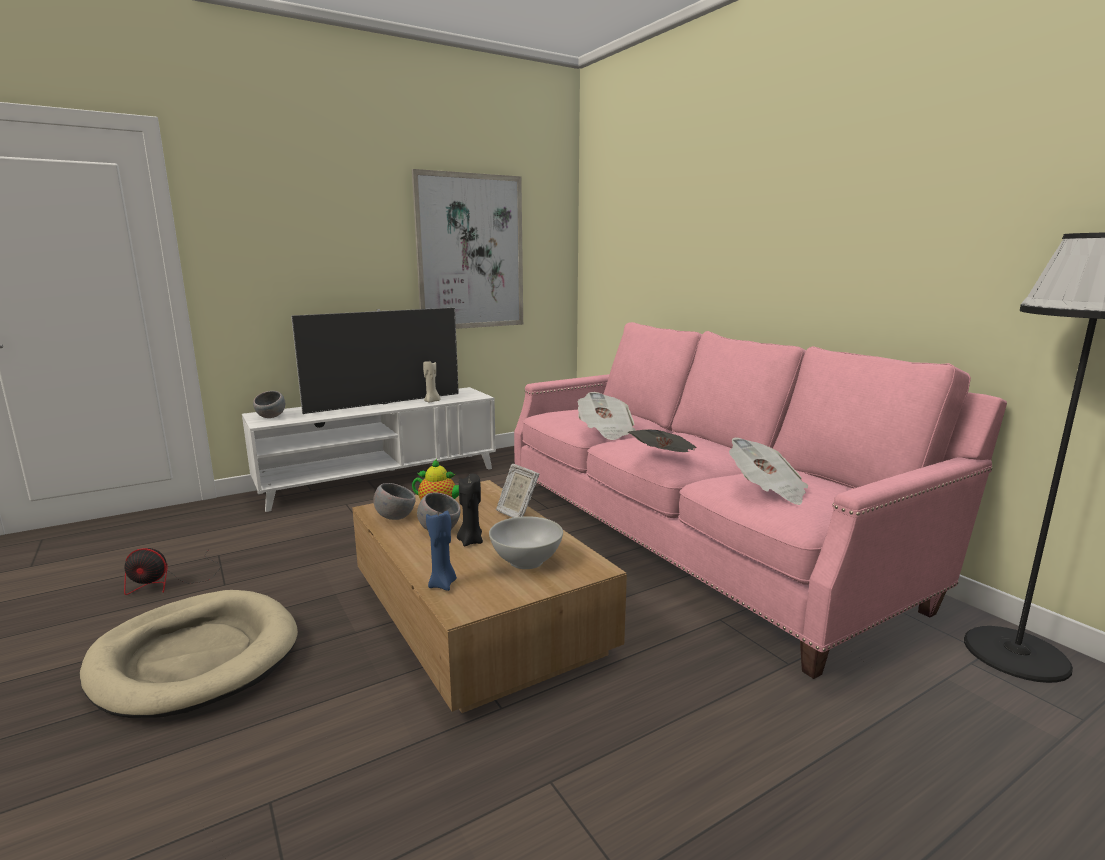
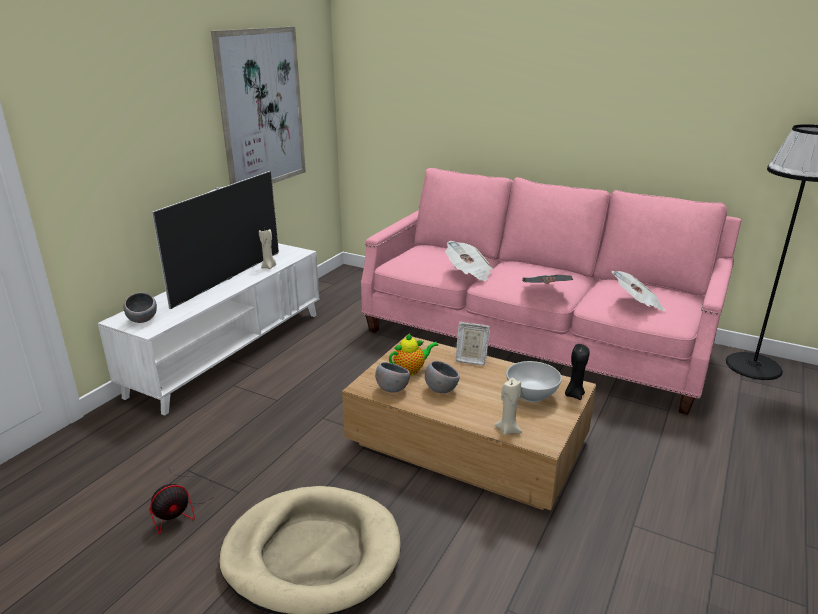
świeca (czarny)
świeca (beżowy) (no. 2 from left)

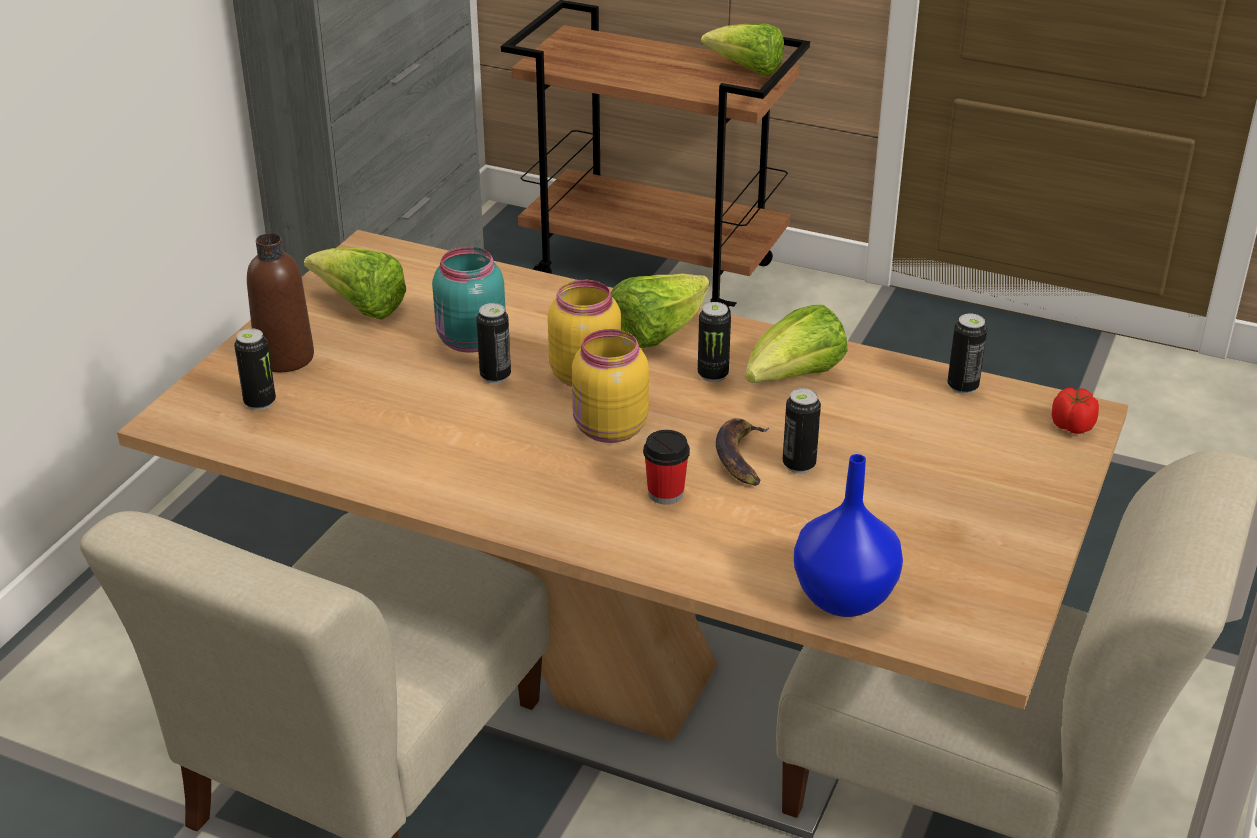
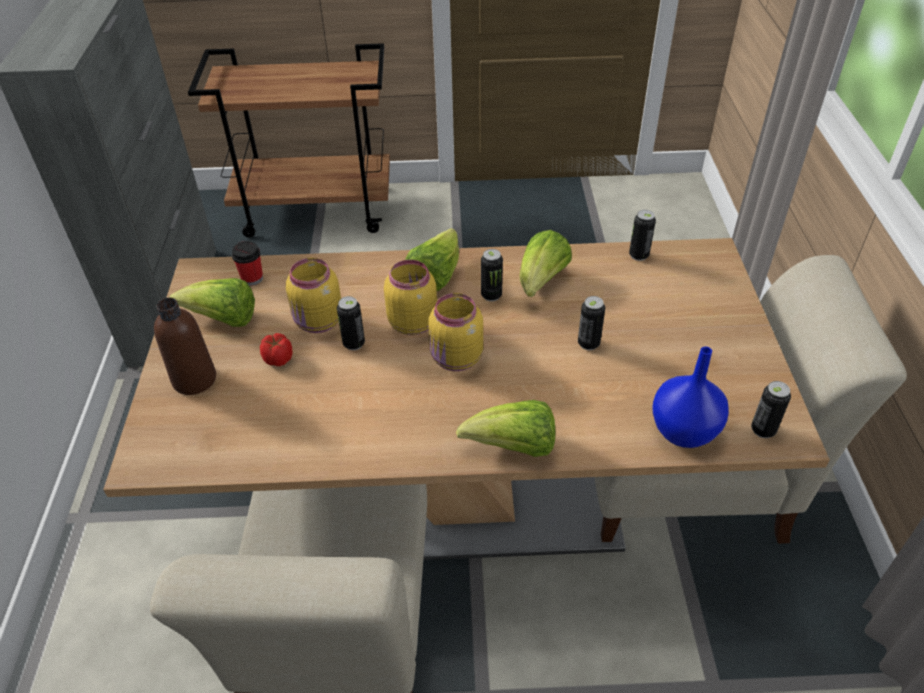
sałata (no. 3 from left)
słoik (żółty) (no. 1 from left)
puszka (no. 5 from left)
pomidor
banan
filiżanka

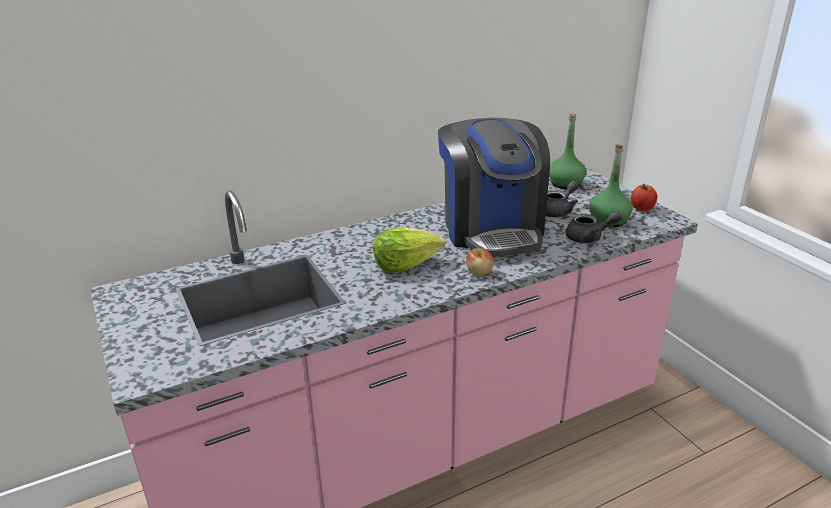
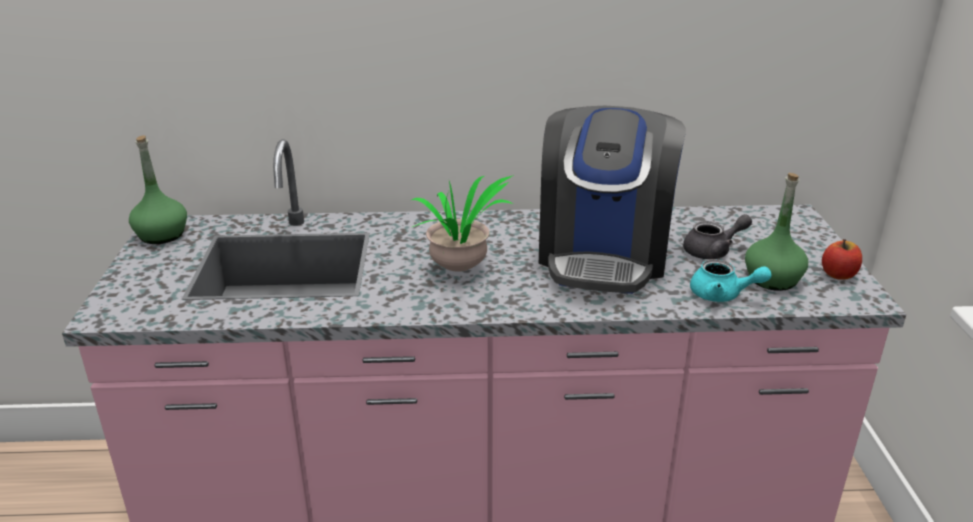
butelka (zielony) (no. 1 from left)
imbryk (turkusowy)
roślina doniczkowa
jabłko (no. 1 from left in the first image)

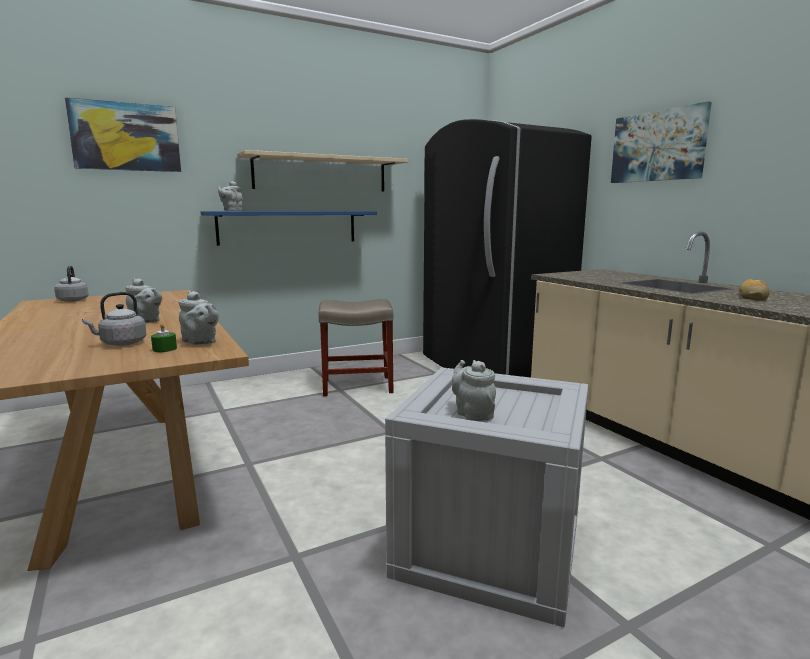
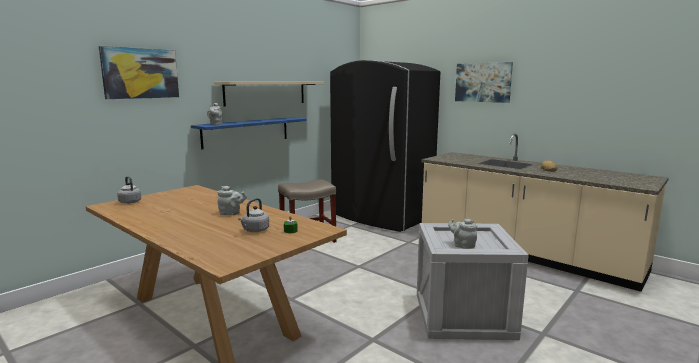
imbryk (szary) (no. 2 from left in the first image)

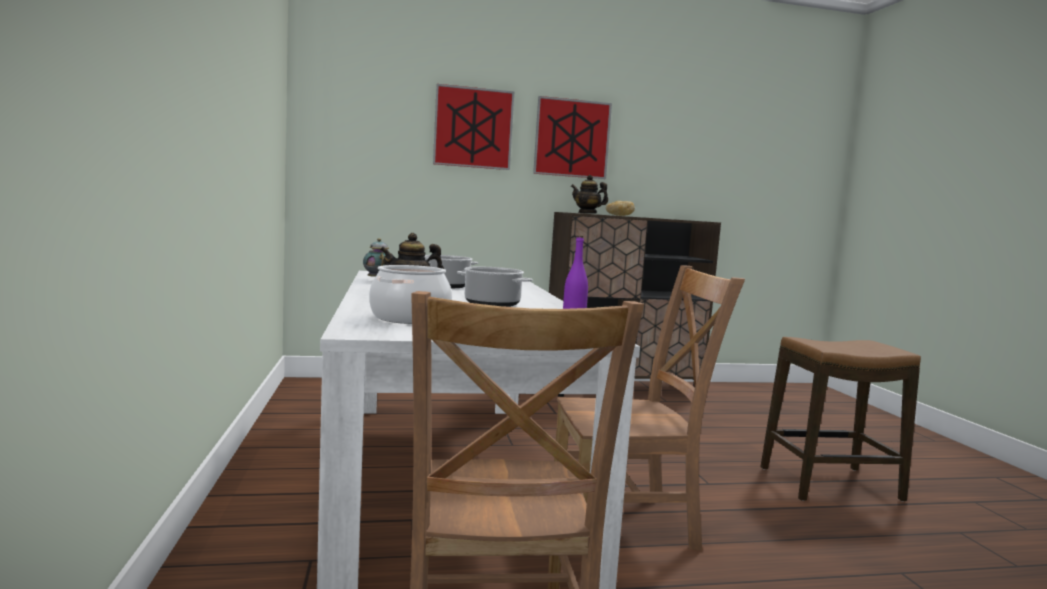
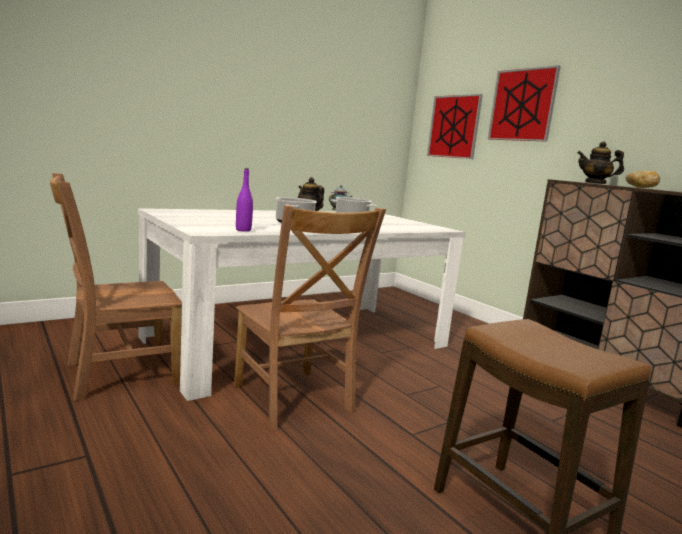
obraz (no. 1 from left)
imbryk (no. 3 from left)
garnek (no. 1 from left in the first image)

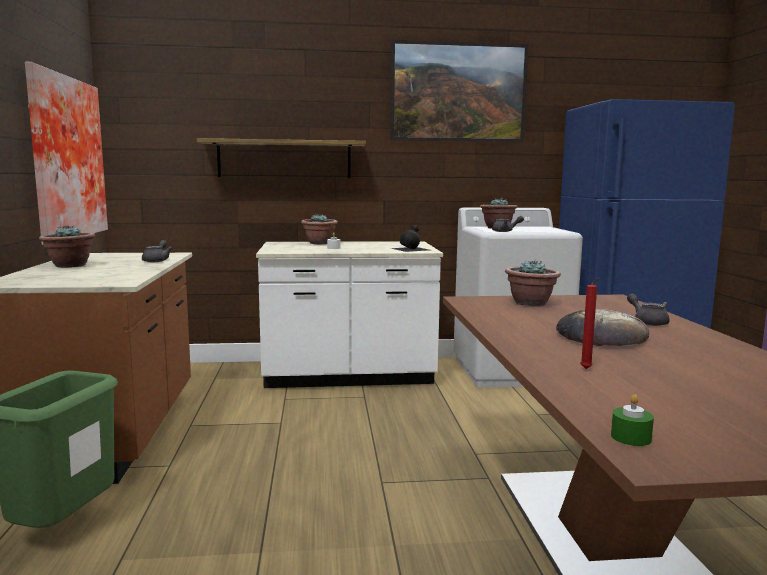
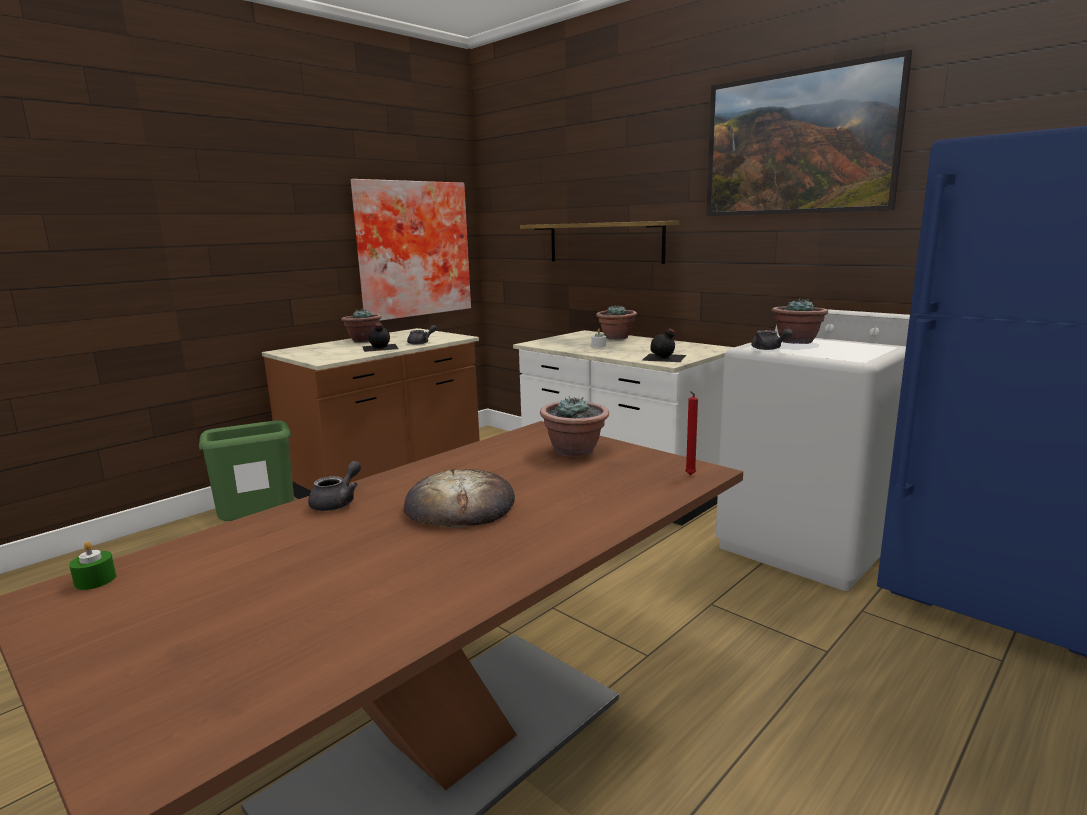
świeca (czerwony)
imbryk (szary) (no. 1 from left)
butelka (czarny) (no. 1 from left)

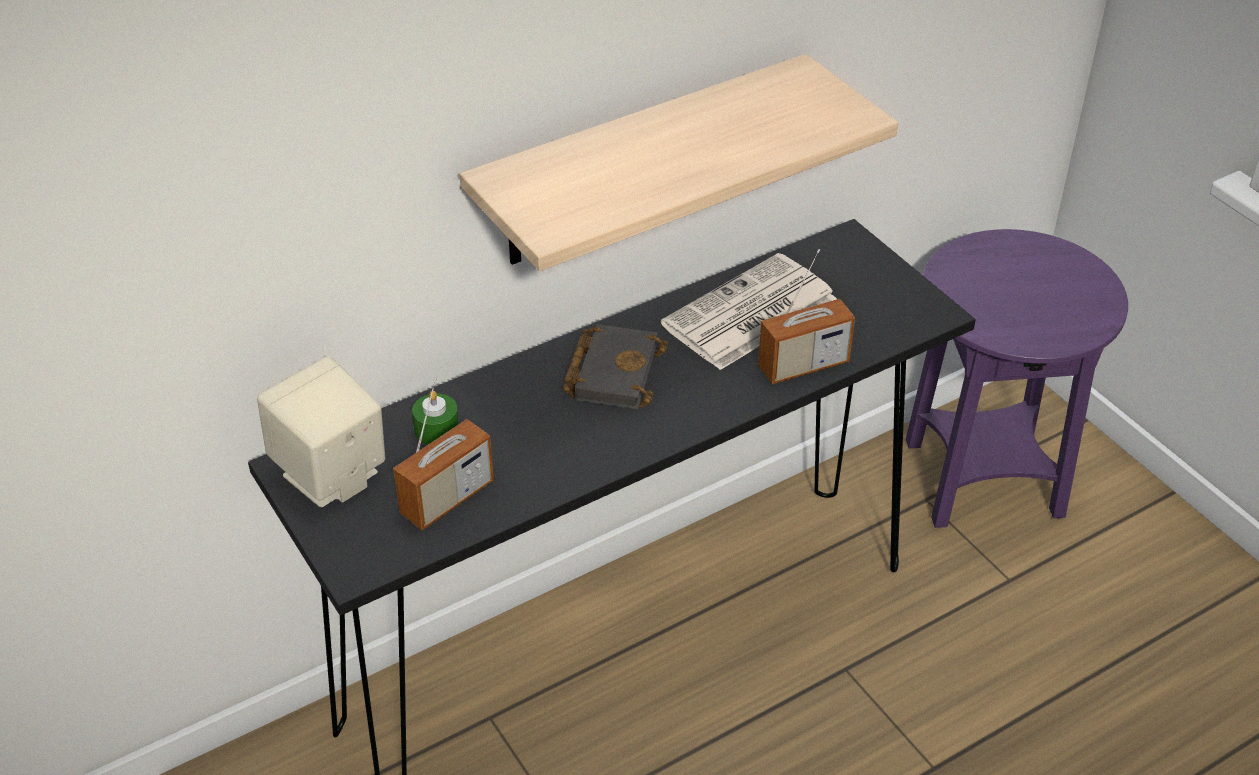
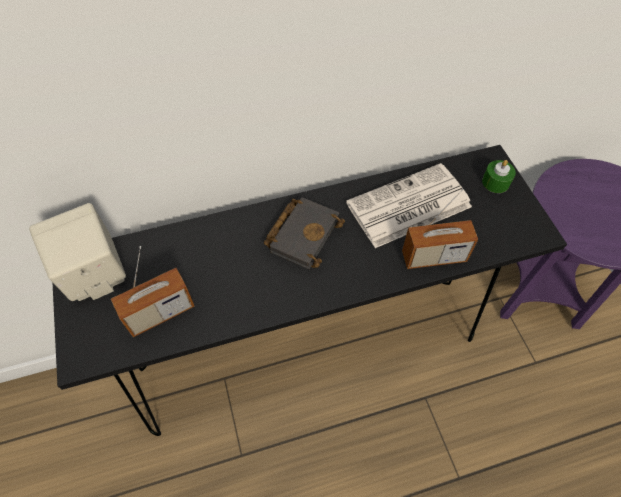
półka
świeca (zielony)

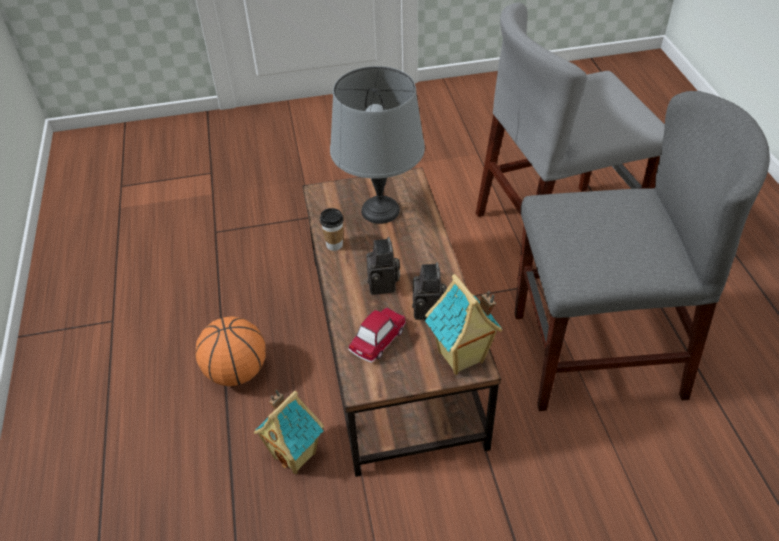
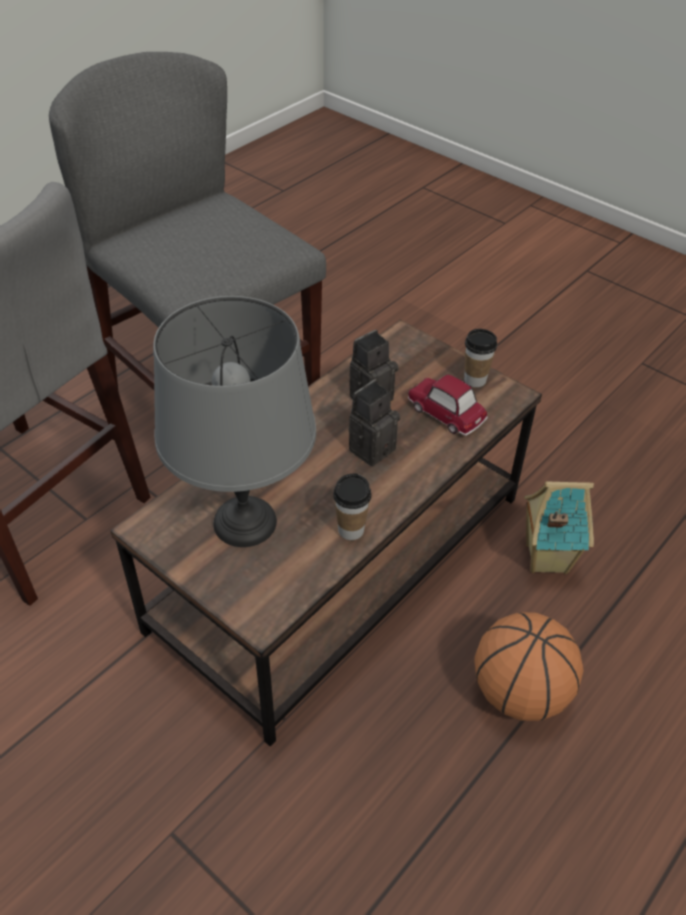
domek (no. 2 from left in the first image)
samochodzik
filiżanka (no. 2 from left)

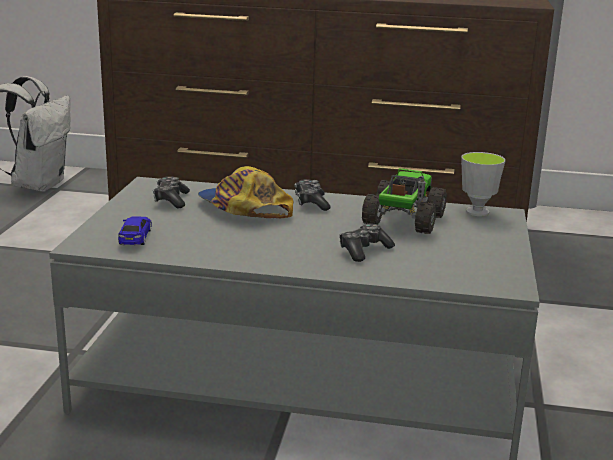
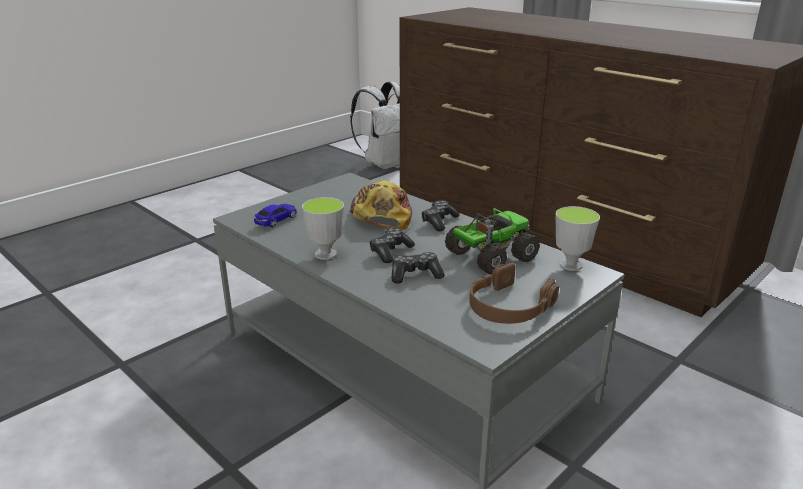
pad do gier (no. 1 from left)
filiżanka (no. 1 from left)
słuchawki (brązowy)

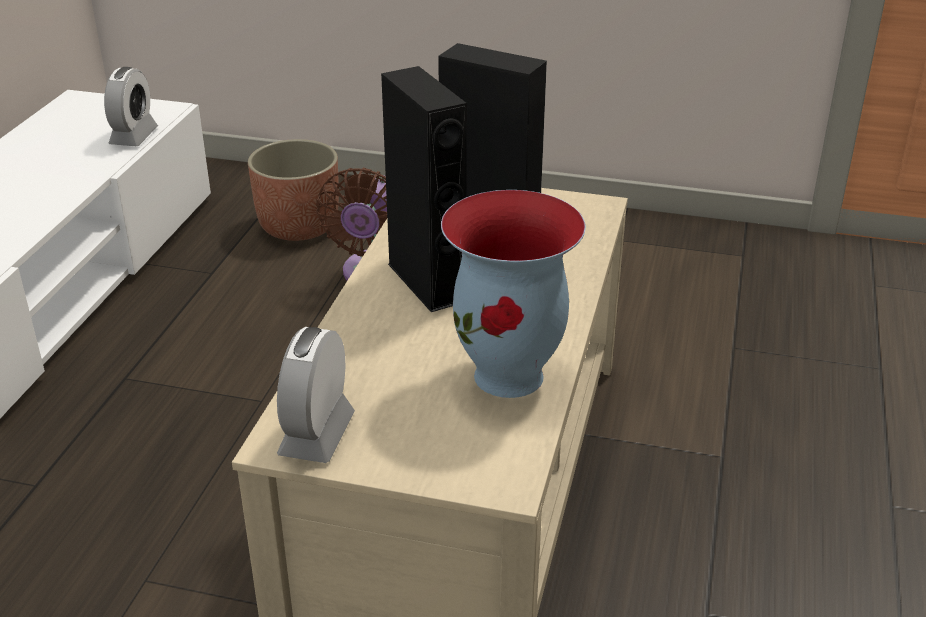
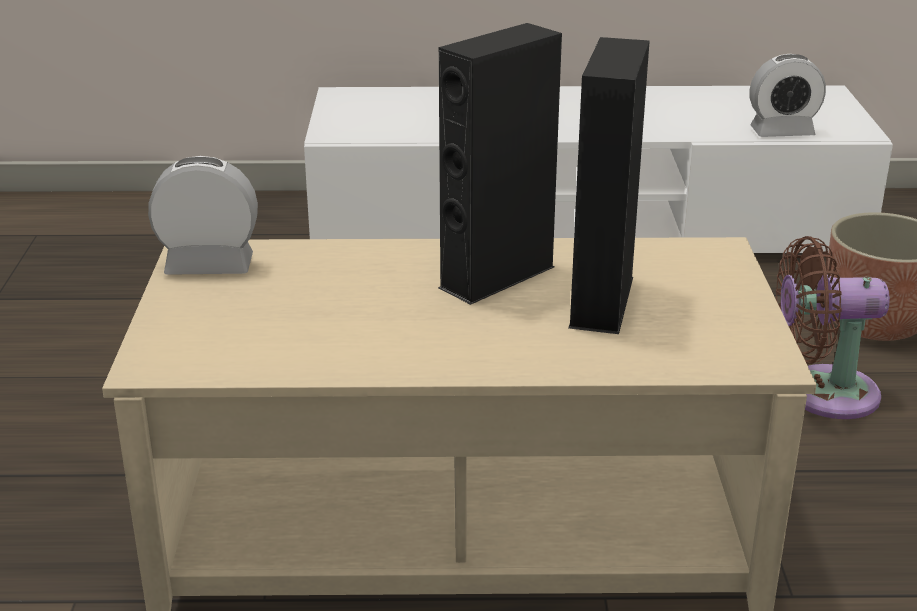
wazon

